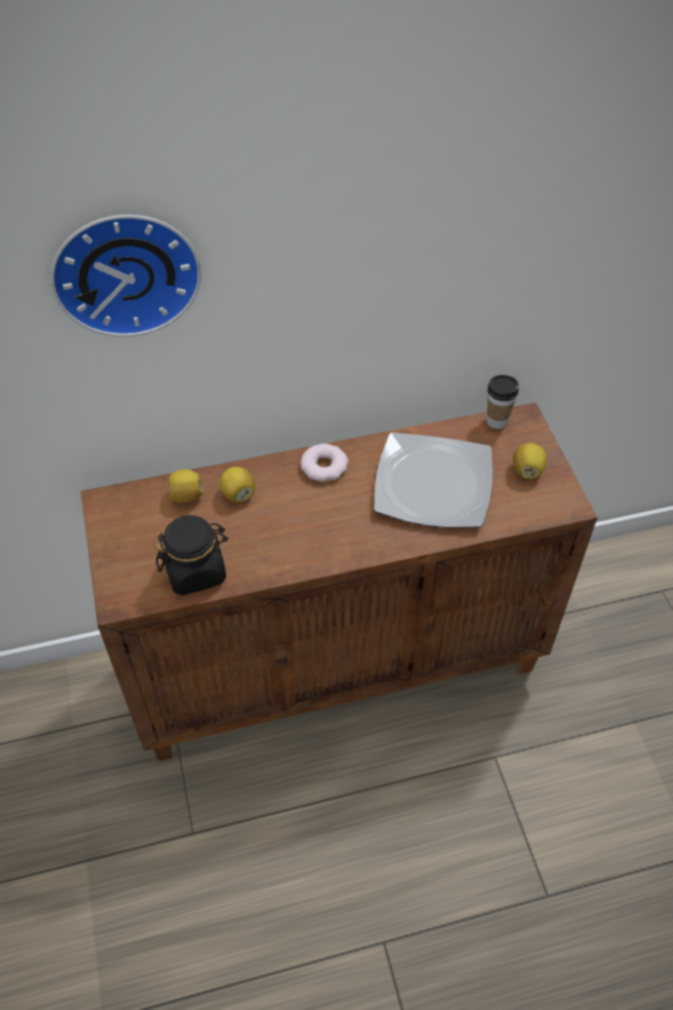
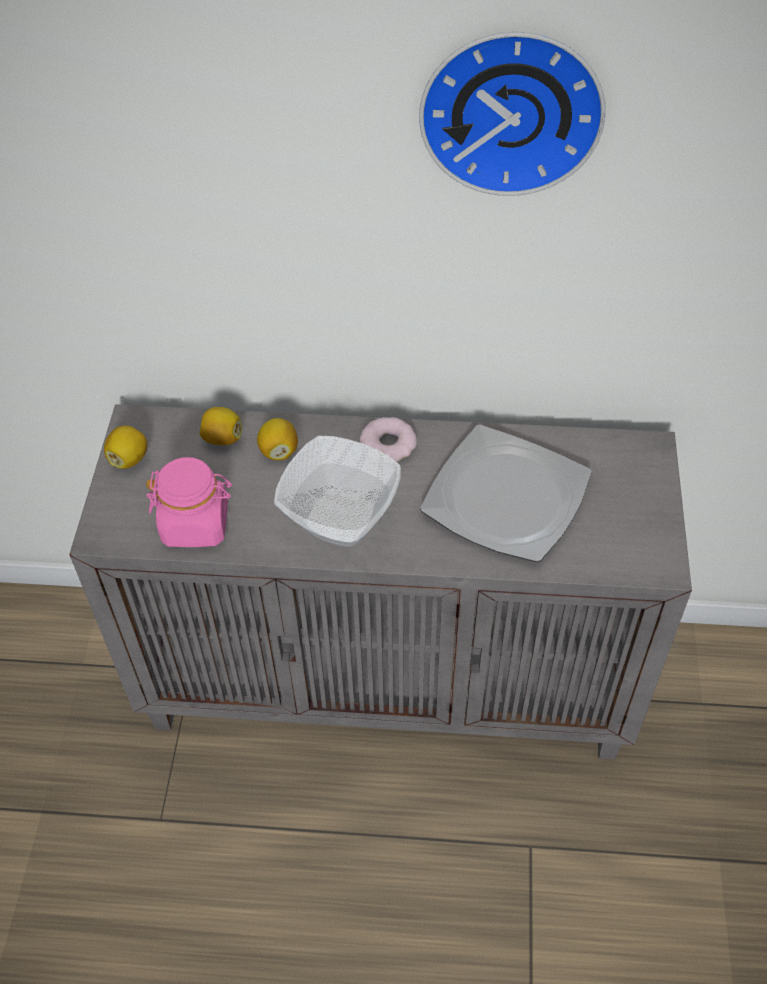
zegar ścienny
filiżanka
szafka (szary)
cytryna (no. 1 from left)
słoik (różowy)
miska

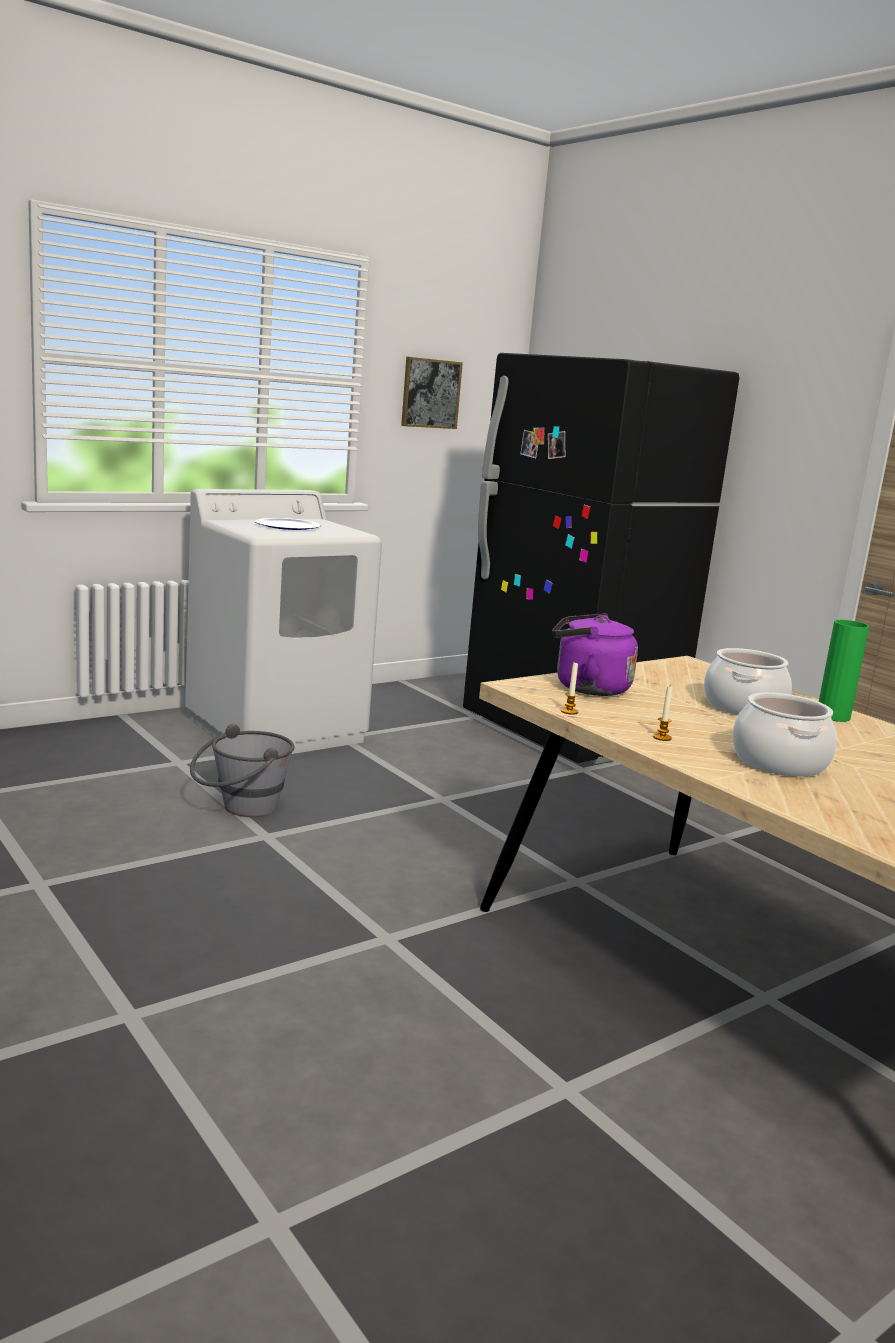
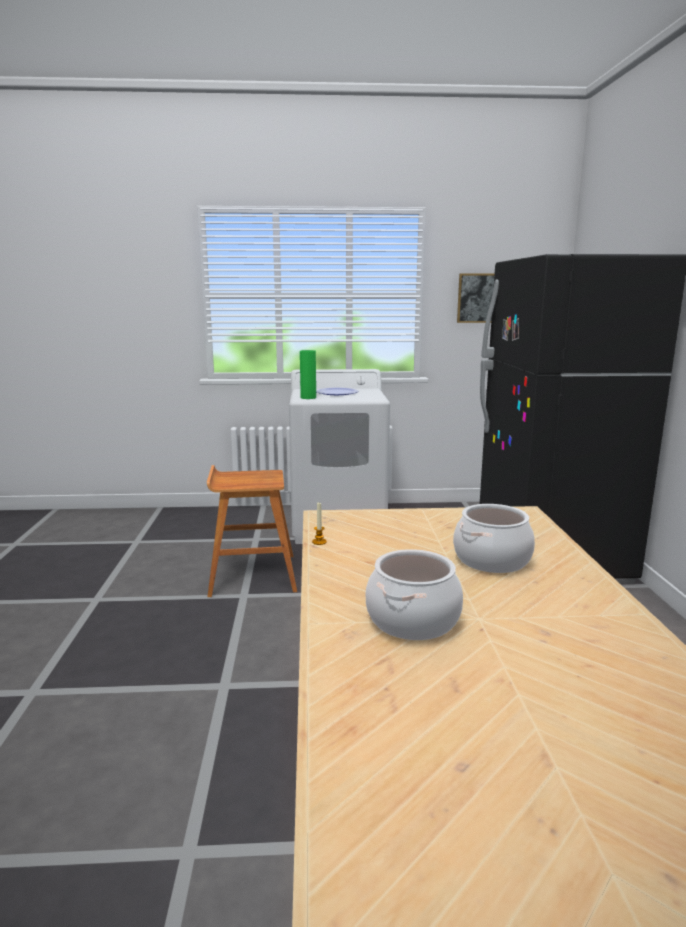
czajnik (fioletowy)
wazon (zielony)
świeca (no. 2 from left in the first image)
stołek (brązowy)

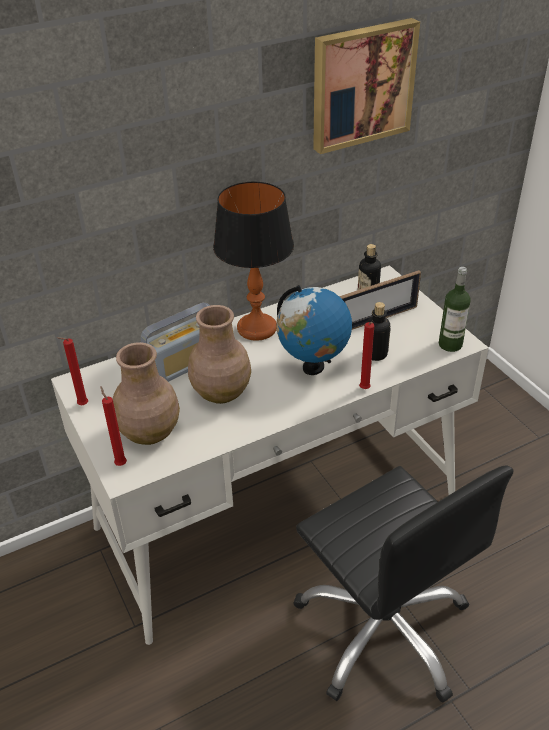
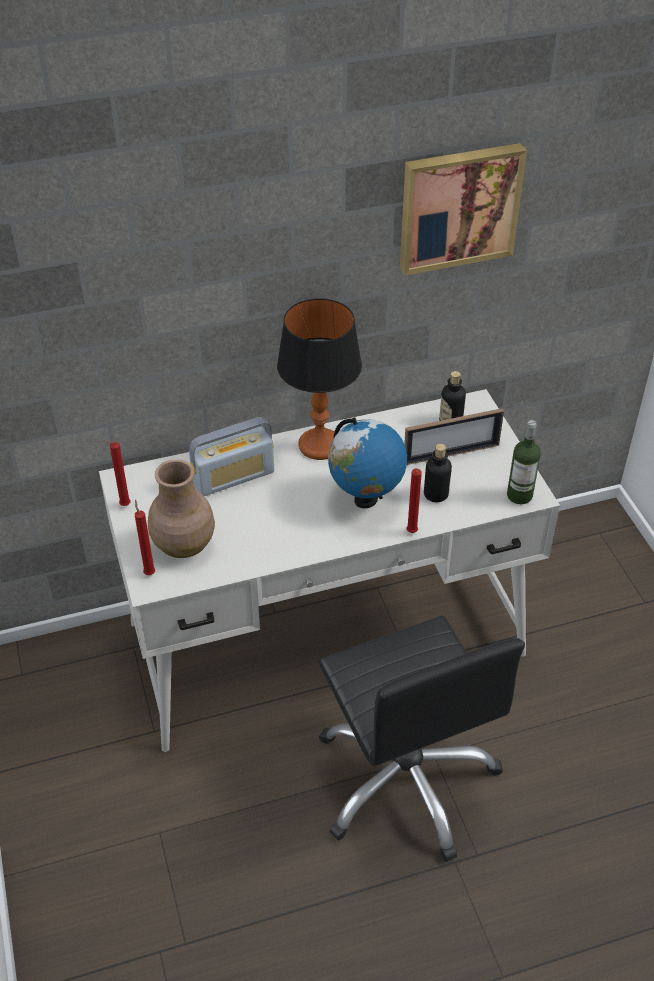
wazon (brązowy) (no. 2 from left in the first image)

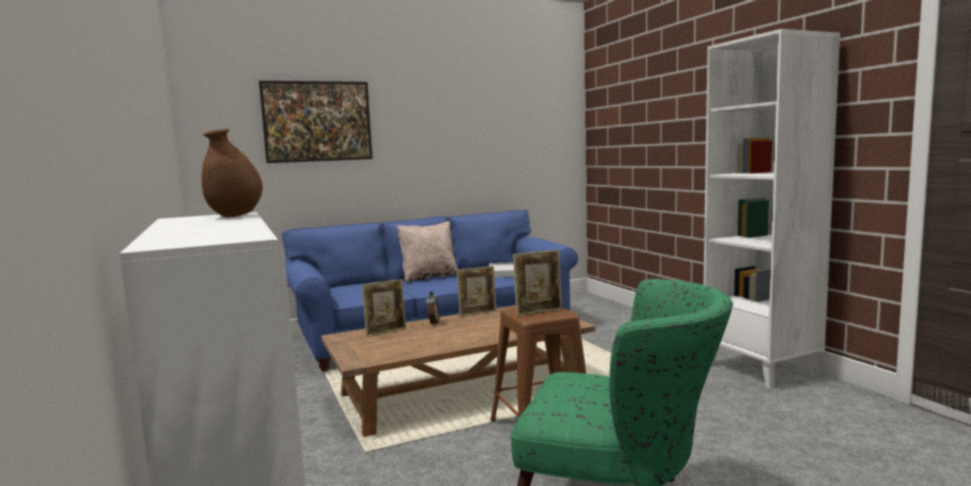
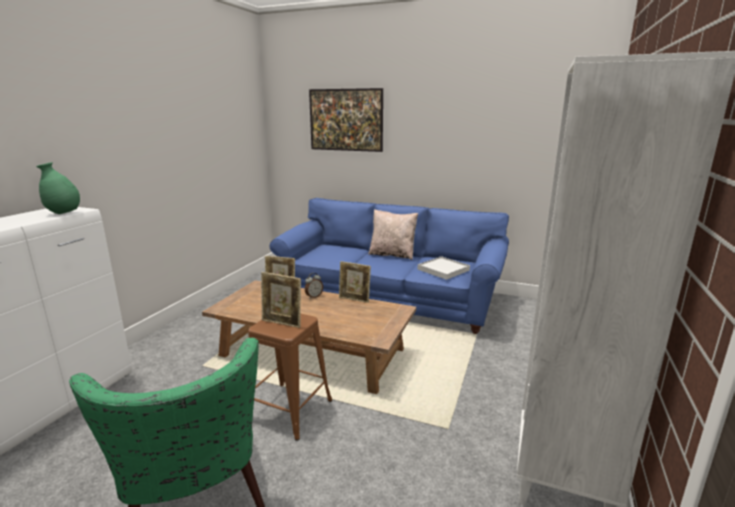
wazon (zielony)

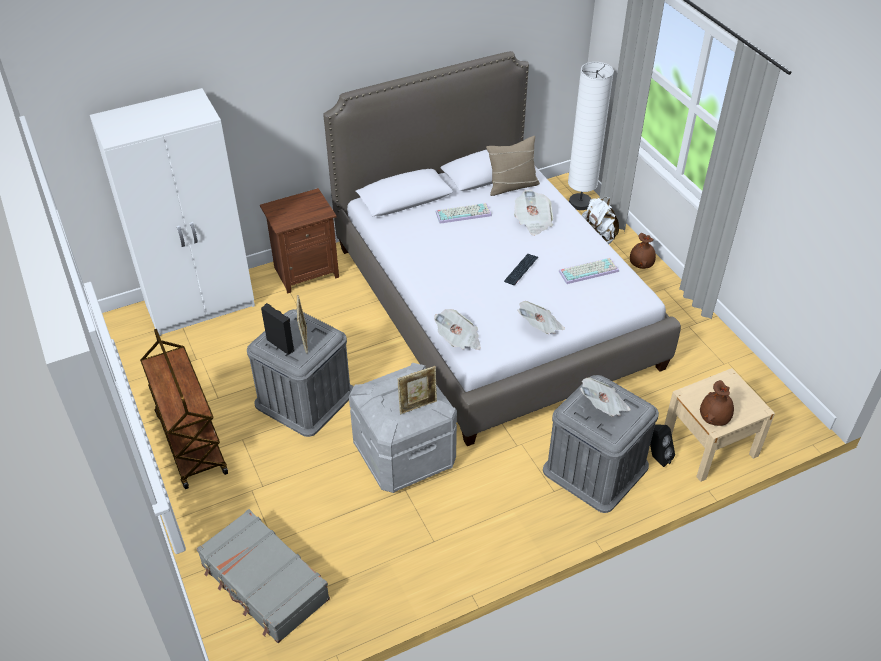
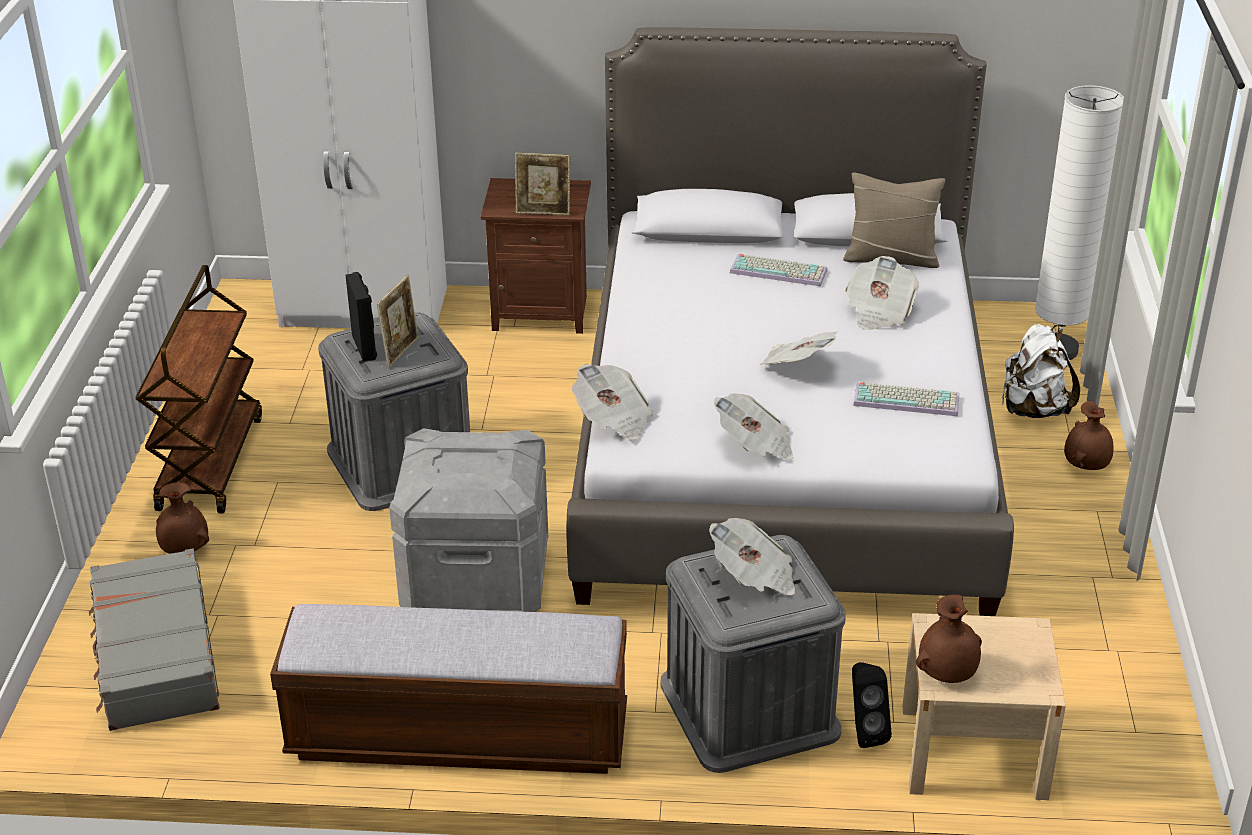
gazeta (no. 4 from left)
ramka na zdjęcie (no. 2 from left)
wazon (brązowy) (no. 1 from left)
ławka

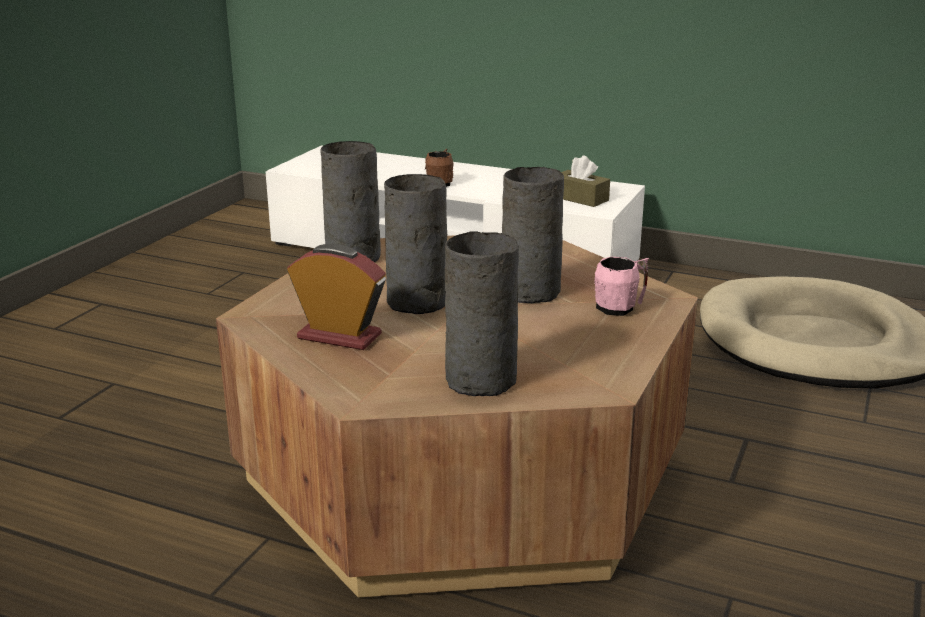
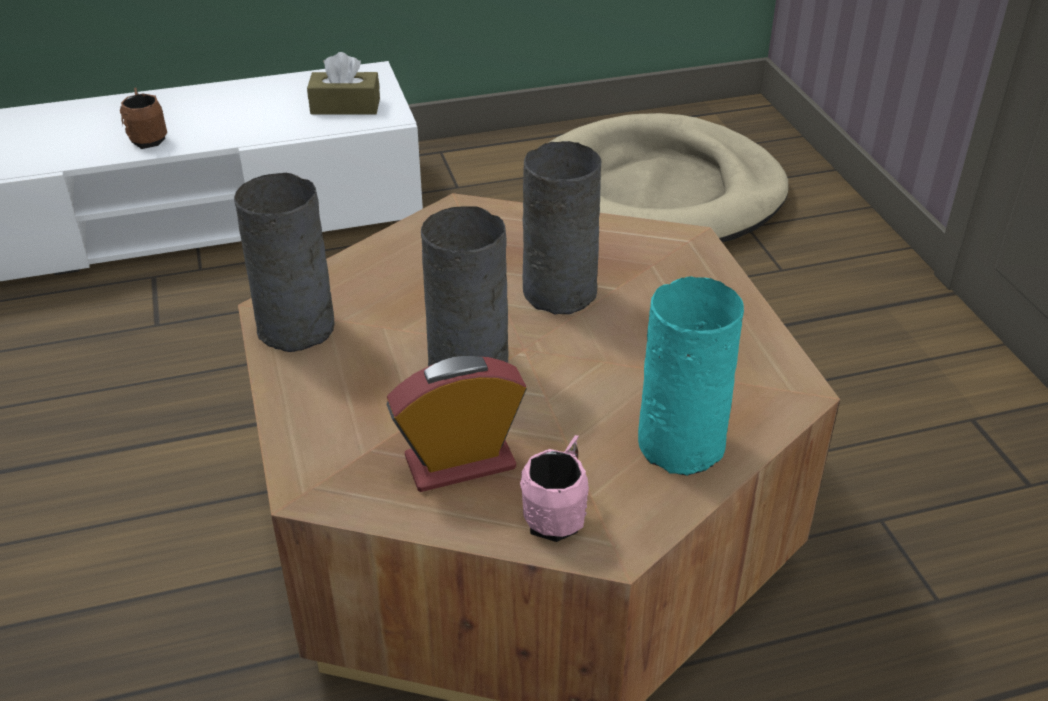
wazon (turkusowy)
kubek (różowy)

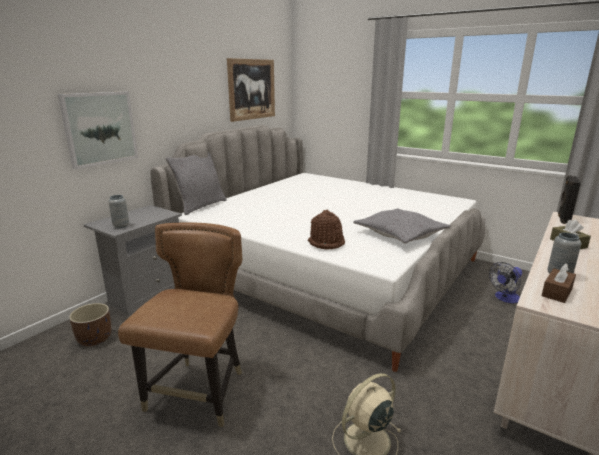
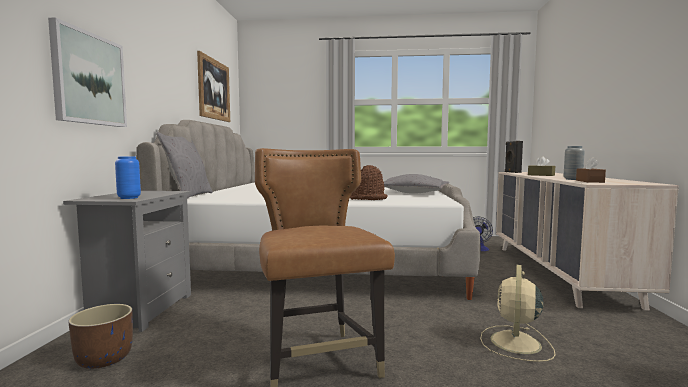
wazon (niebieski)

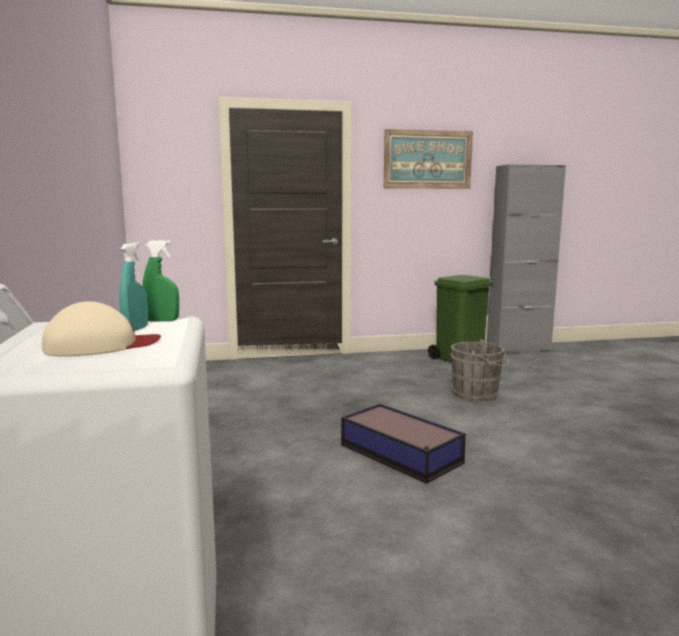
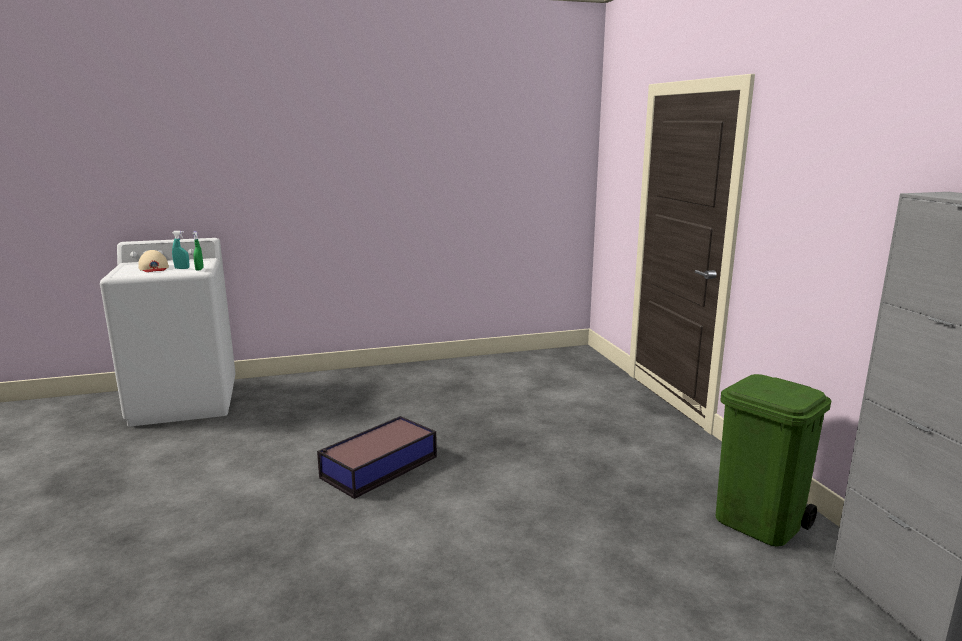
obraz
wiadro (szary)

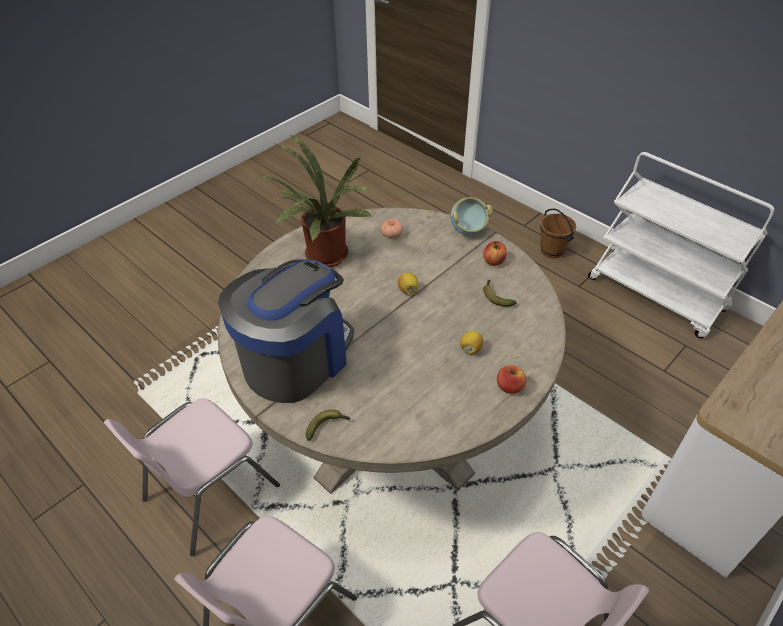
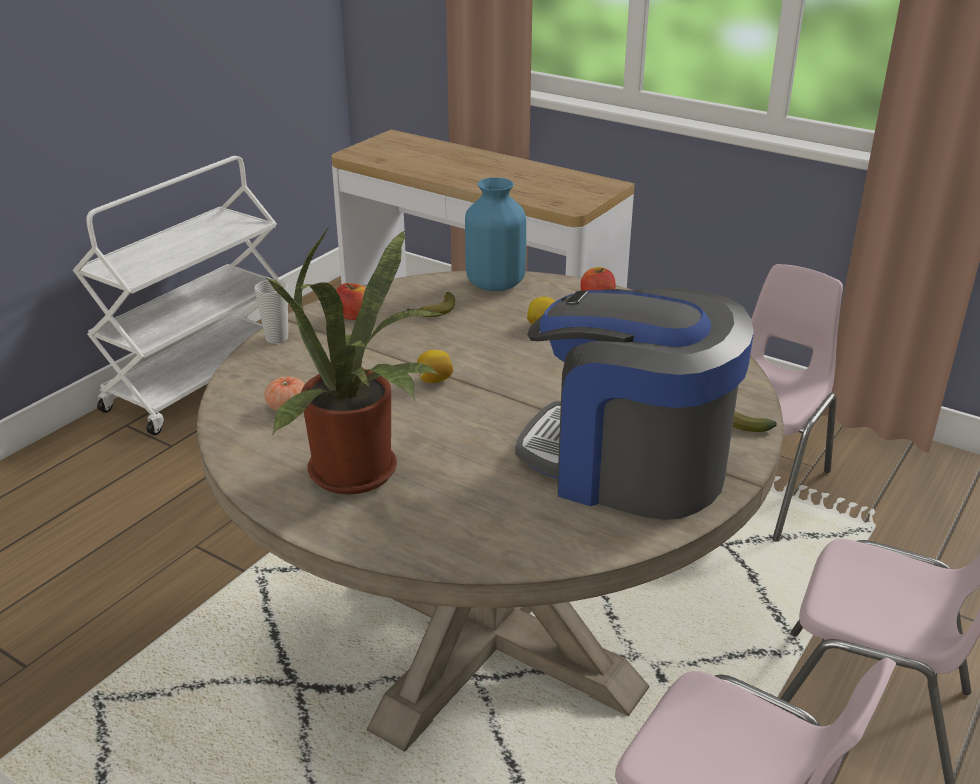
filiżanka
wiadro (brązowy)
wazon (niebieski)

